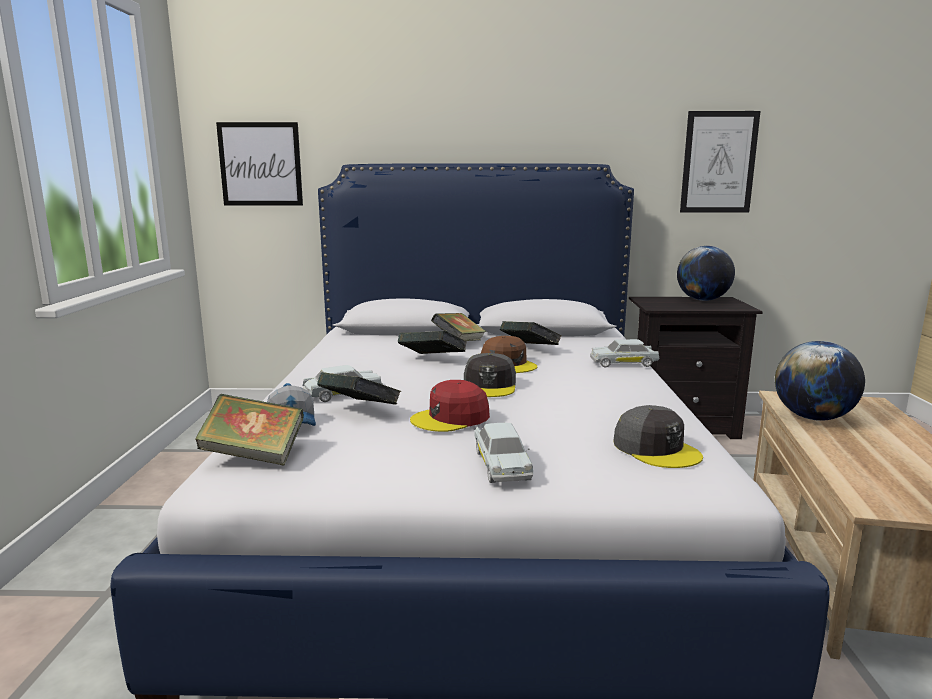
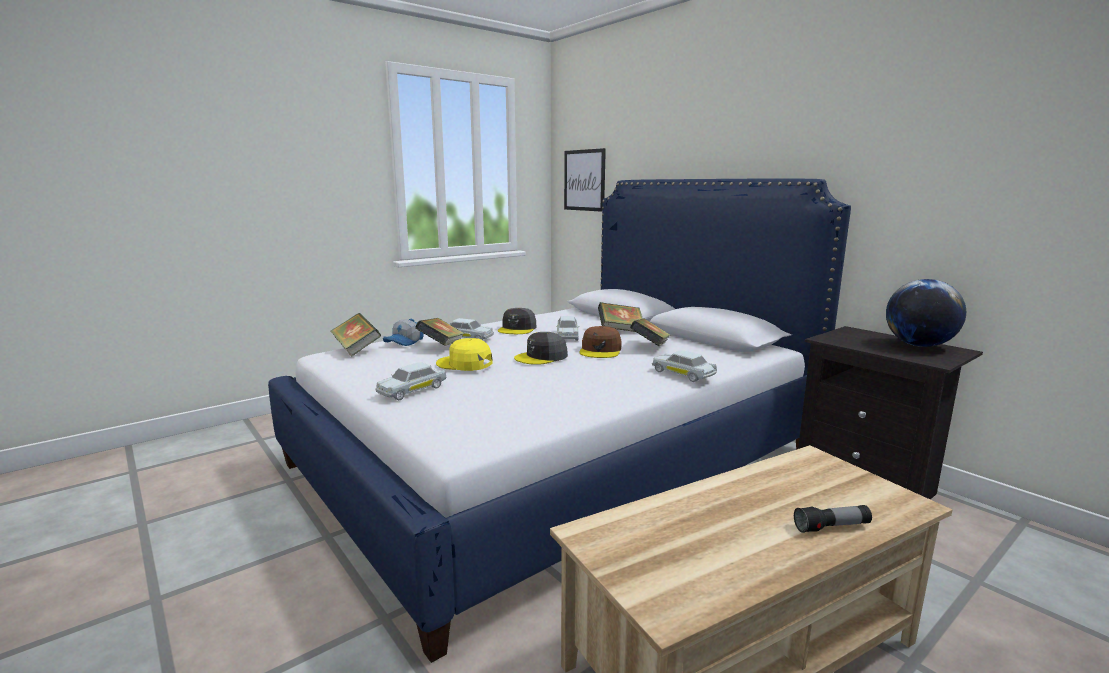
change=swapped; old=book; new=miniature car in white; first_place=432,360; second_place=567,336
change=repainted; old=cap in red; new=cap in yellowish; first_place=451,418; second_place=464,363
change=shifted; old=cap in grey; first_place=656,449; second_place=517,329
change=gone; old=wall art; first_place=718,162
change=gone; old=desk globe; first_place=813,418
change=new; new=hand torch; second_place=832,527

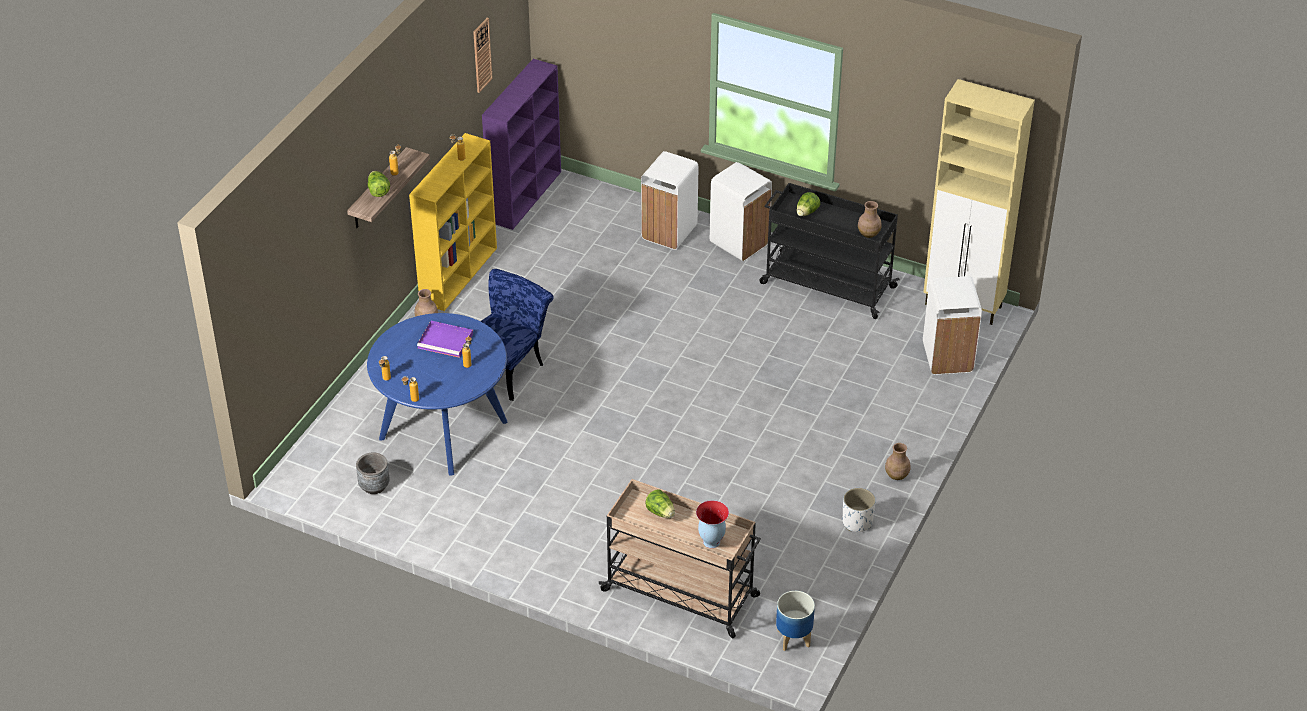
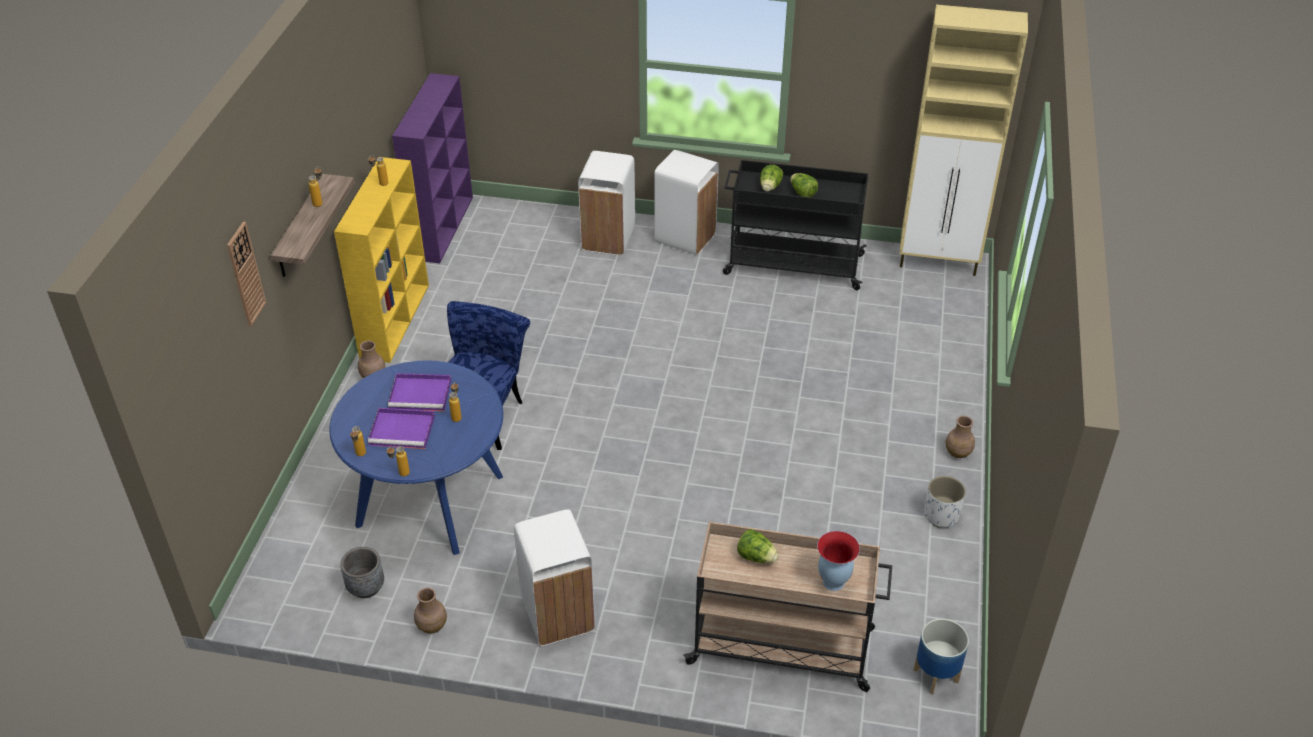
change=shifted; old=lettuce head; first_place=378,191; second_place=802,193
change=shifted; old=hanging clock; first_place=482,55; second_place=245,274
change=shifted; old=decorative vase in brown; first_place=868,234; second_place=431,626
change=shifted; old=trash can in white; first_place=948,357; second_place=558,614
change=new; new=tray in purple; second_place=403,430

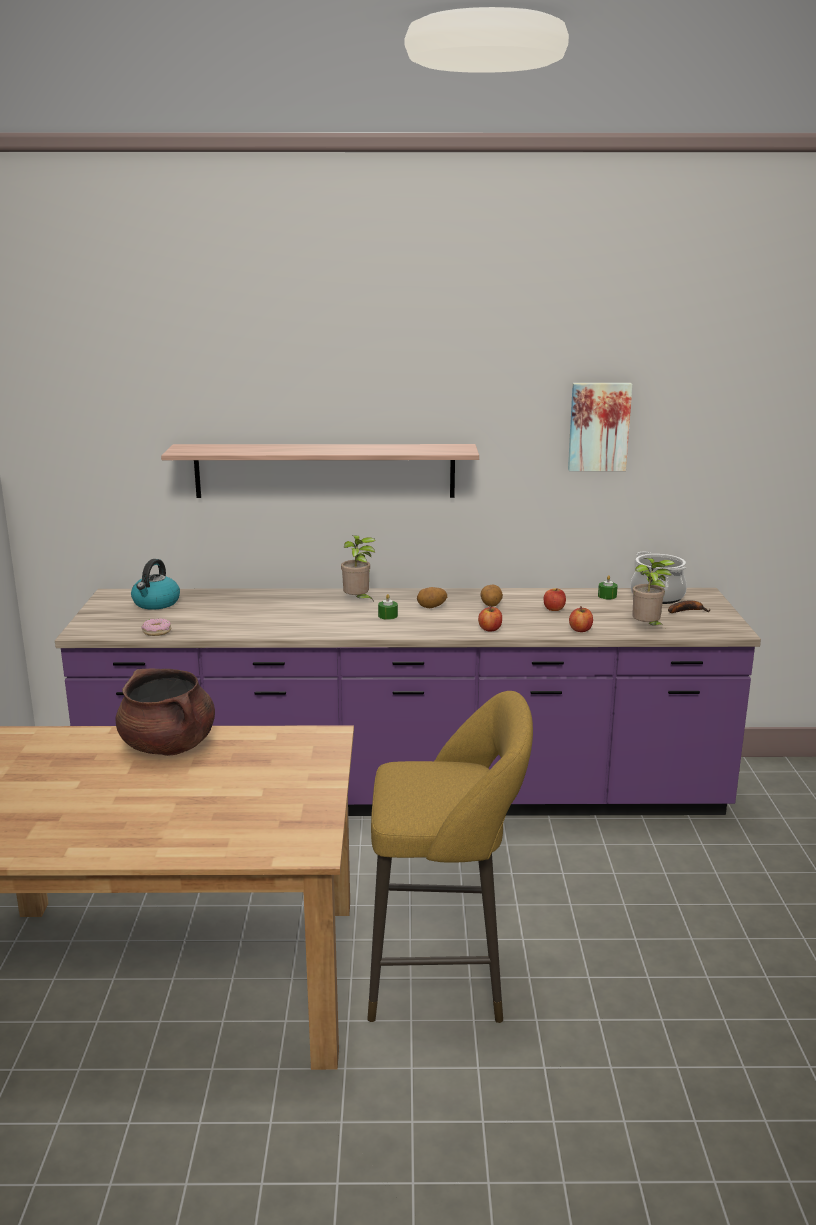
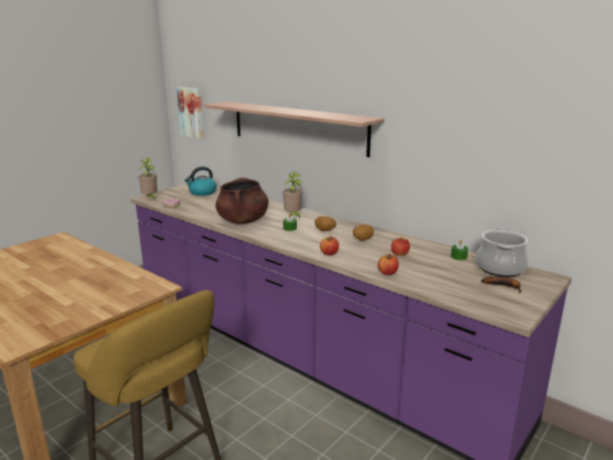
change=shifted; old=saucepot in brown; first_place=169,746; second_place=243,221
change=shifted; old=wall art; first_place=598,426; second_place=192,112
change=shifted; old=potted plant; first_place=647,628; second_place=150,198

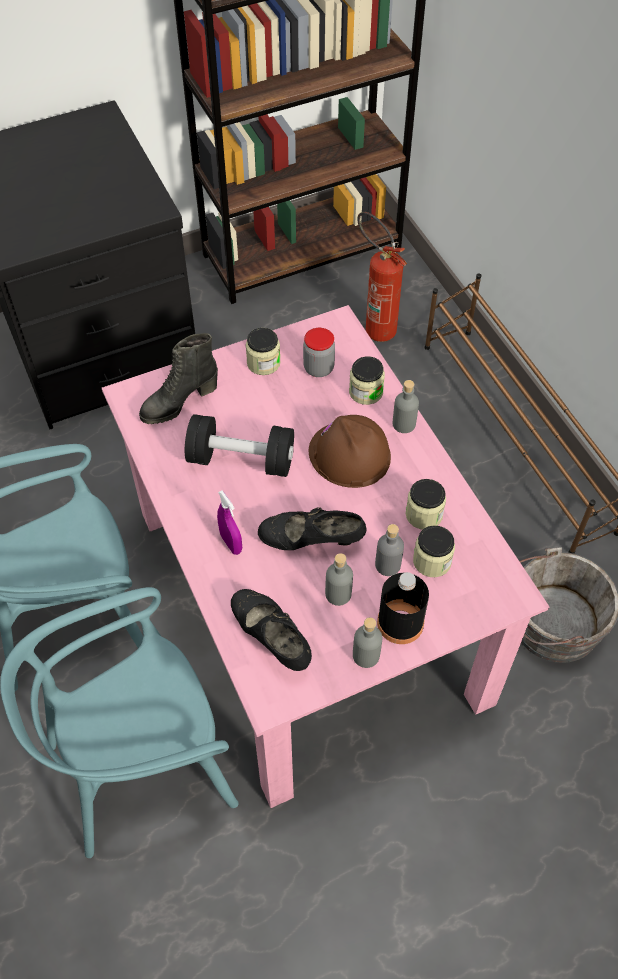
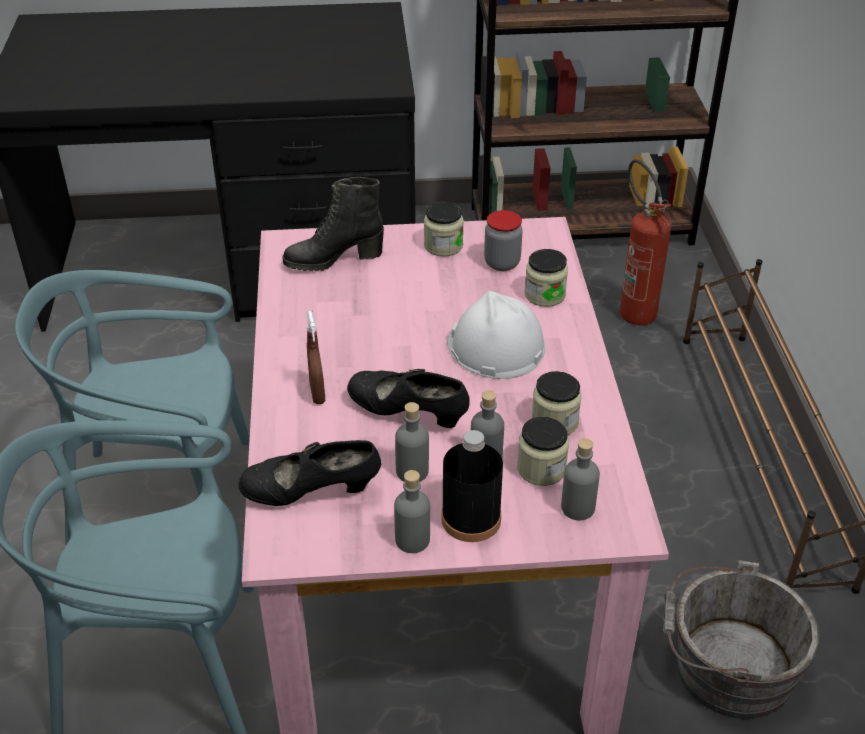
change=gone; old=free weight in black; first_place=241,460
change=repainted; old=hand sprayer in purple; new=hand sprayer in brown; first_place=231,543; second_place=317,393
change=rotated; old=low shoe in black; first_place=271,639; second_place=311,494; degrees=-75
change=repainted; old=hard hat in brown; new=hard hat in white; first_place=349,454; second_place=495,346
change=shifted; old=drink bottle in grey; first_place=404,424; second_place=577,508

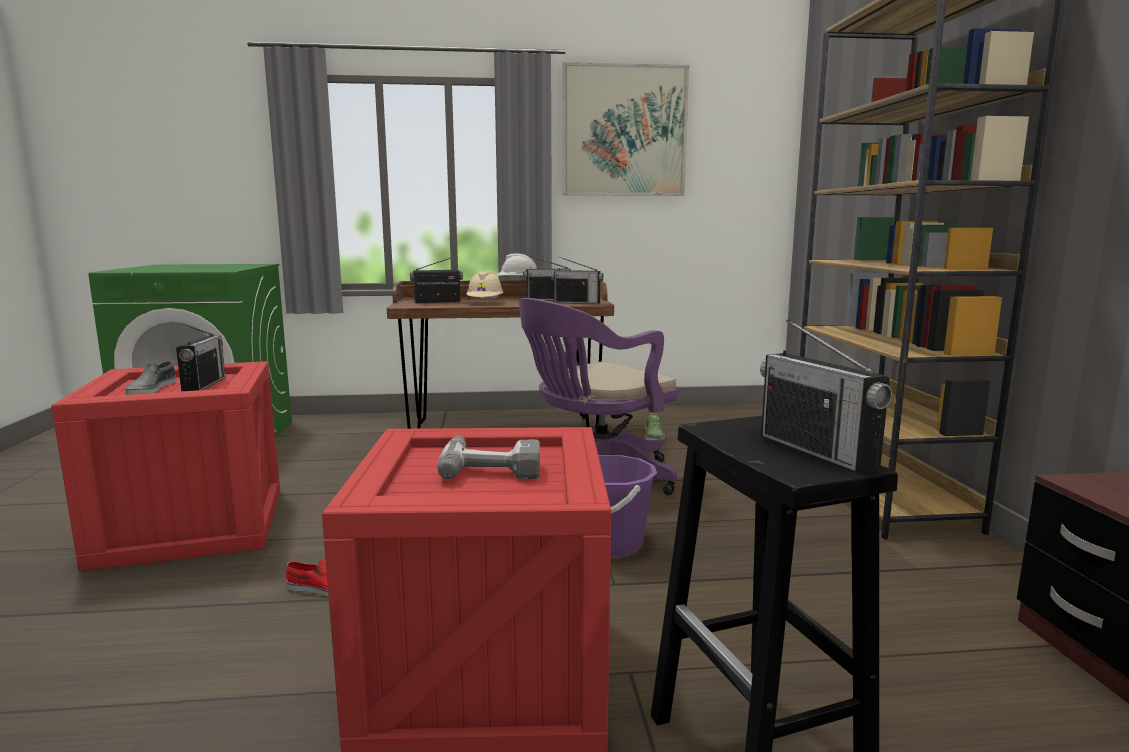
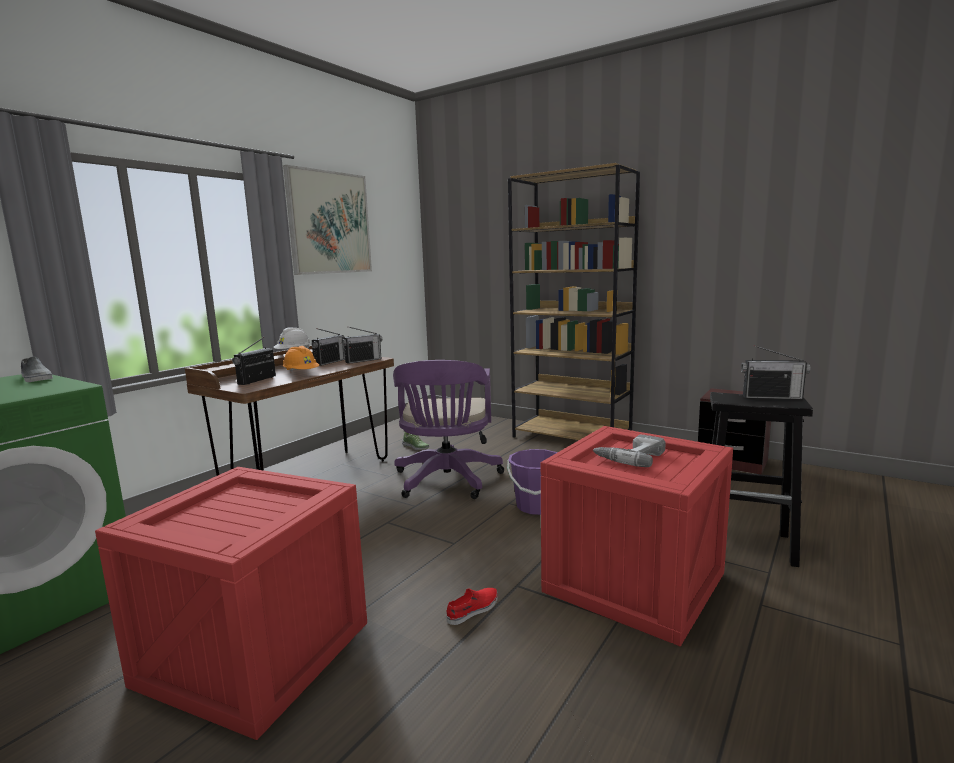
change=shifted; old=low shoe in grey; first_place=151,389; second_place=36,378
change=gone; old=radio set; first_place=204,385
change=repainted; old=hard hat in beige-coloured; new=hard hat in orangey; first_place=485,303; second_place=301,373

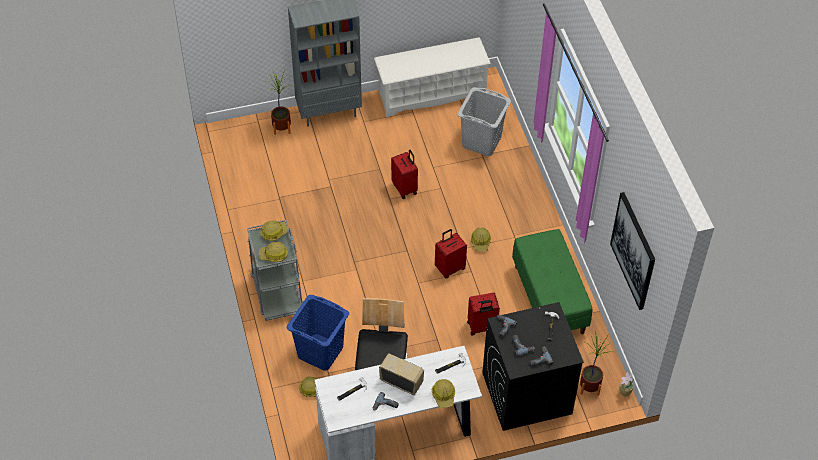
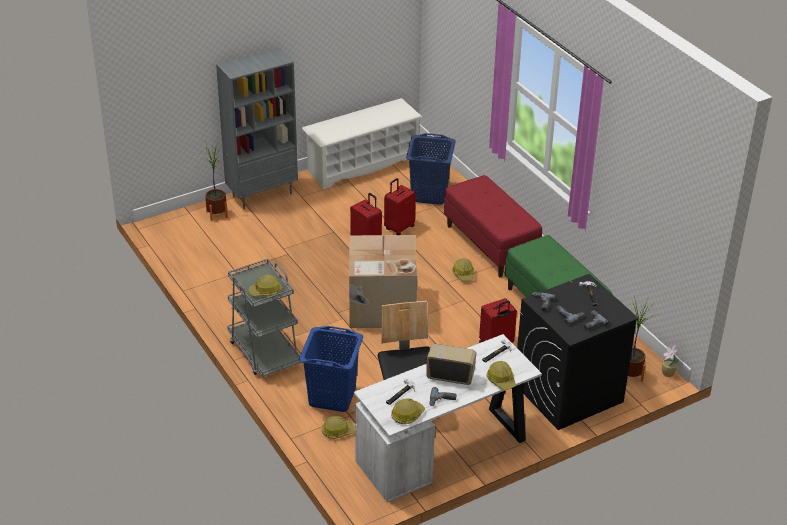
change=shifted; old=hard hat; first_place=274,233; second_place=407,415
change=shifted; old=suitcase in red; first_place=449,268; second_place=399,228
change=repainted; old=laundry basket in grey; new=laundry basket in bluish; first_place=482,141; second_place=429,194
change=gone; old=wall art; first_place=633,250
change=new; new=cardboard box; second_place=381,307
change=new; new=long seat in red; second_place=491,245

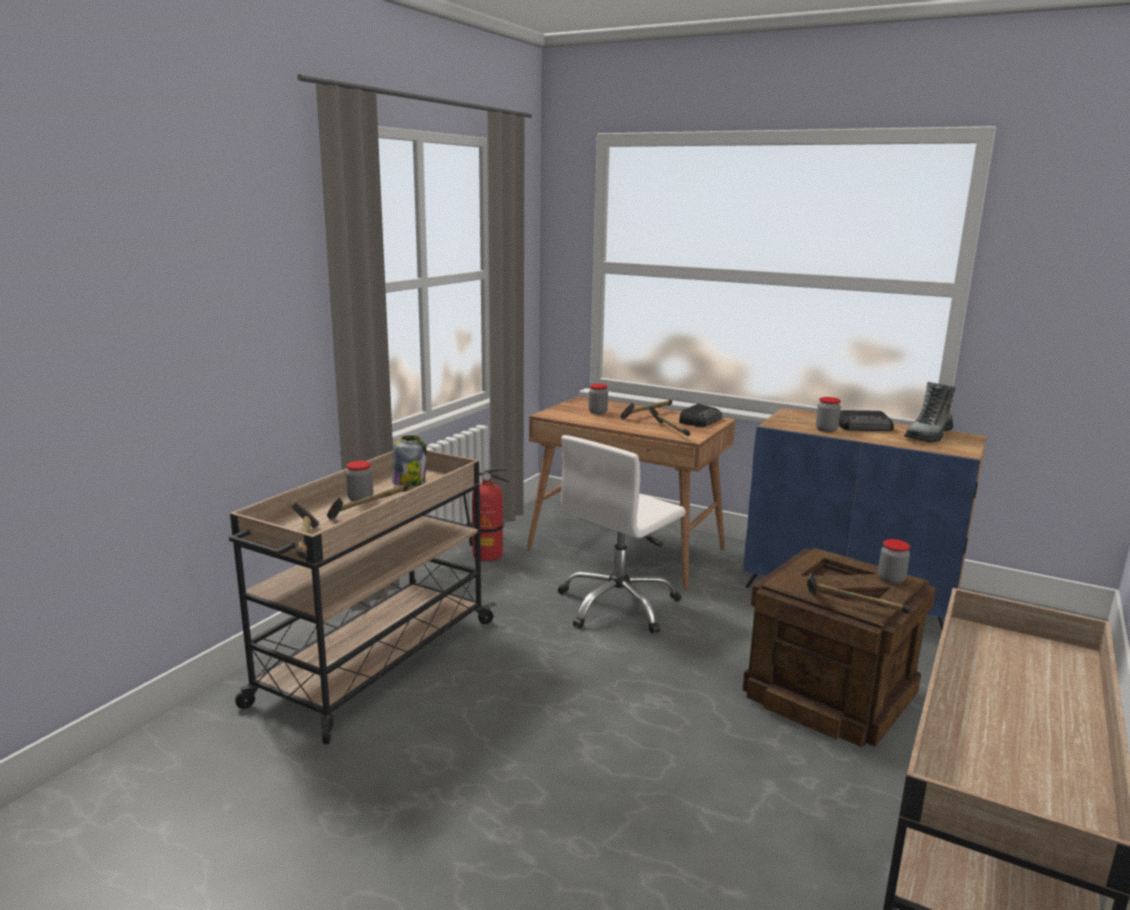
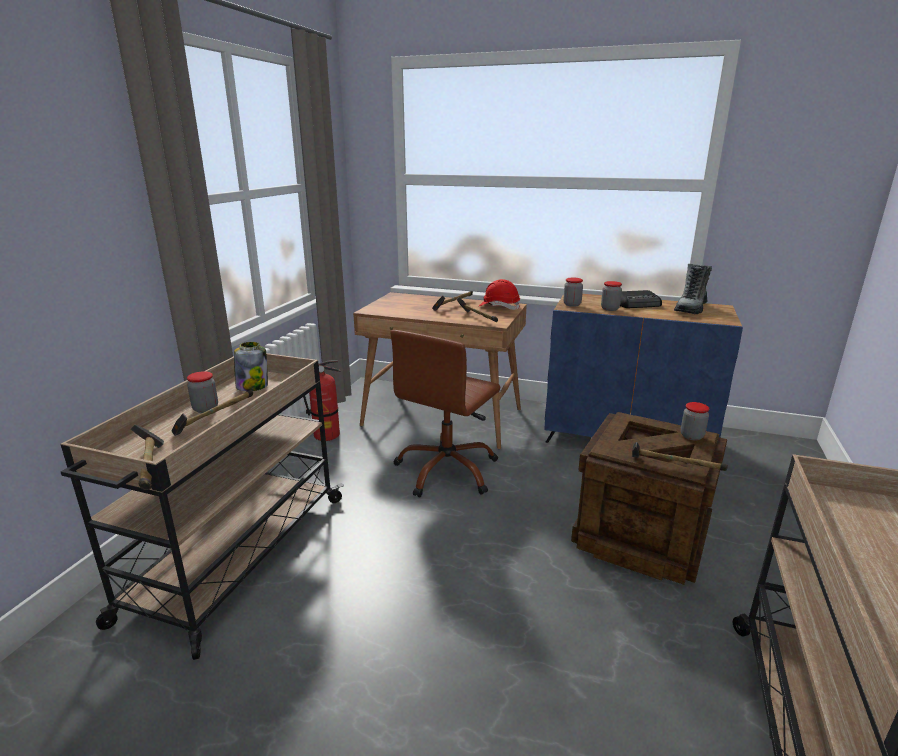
change=repainted; old=desk chair in white; new=desk chair in brown; first_place=618,605; second_place=447,470
change=shifted; old=jar; first_place=597,412; second_place=572,304
change=swapped; old=radio set; new=hard hat in red; first_place=700,420; second_place=499,307

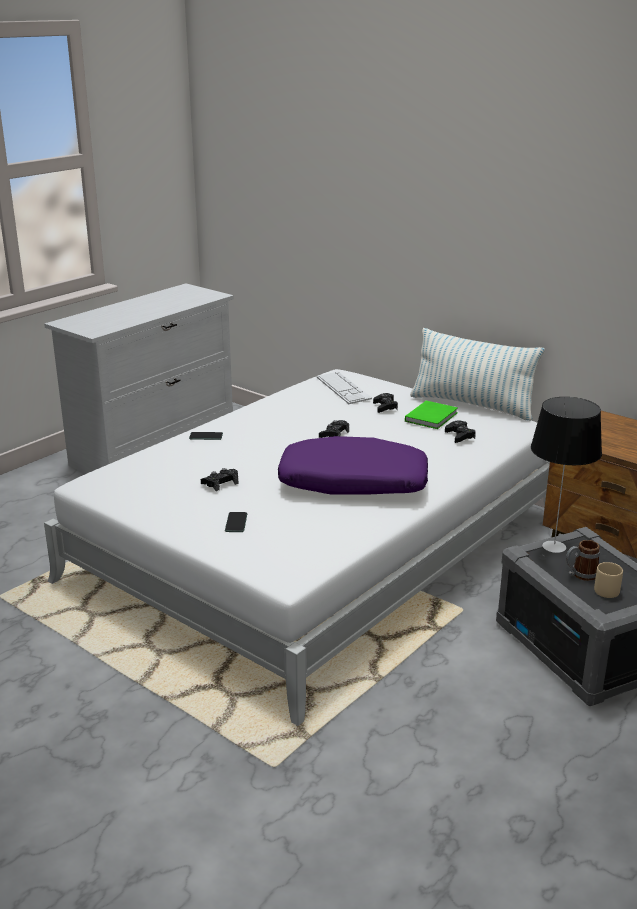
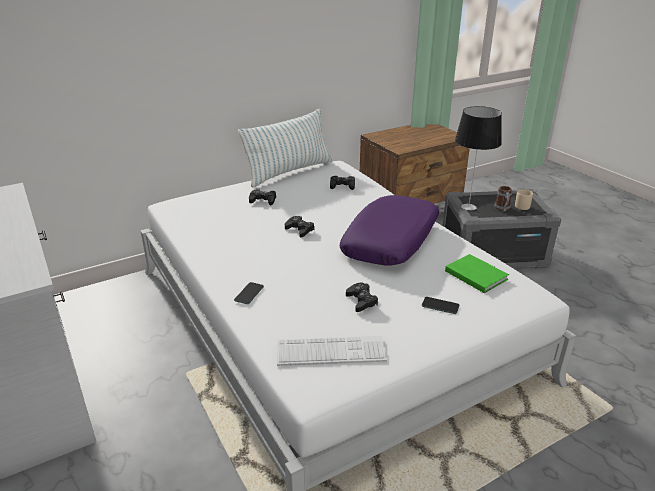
change=shifted; old=keyboard; first_place=343,388; second_place=331,352
change=shifted; old=book in green; first_place=432,417; second_place=475,274

